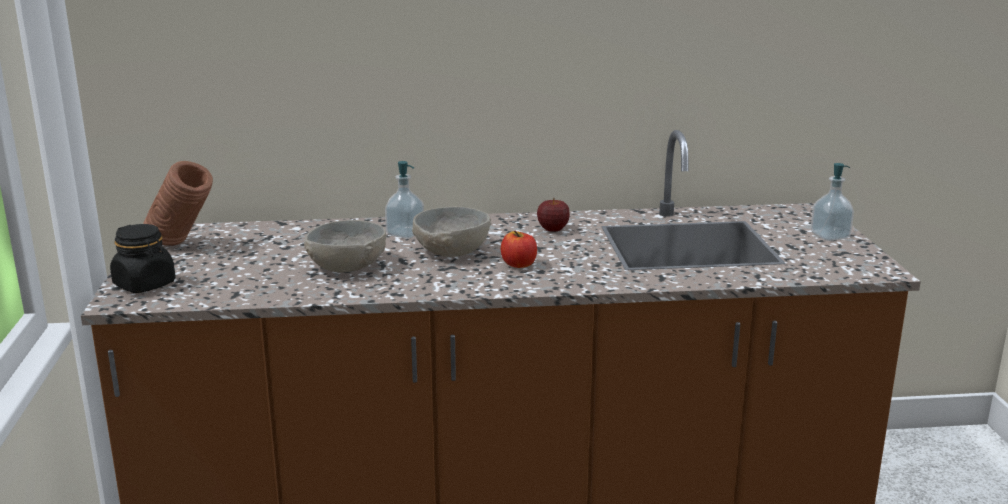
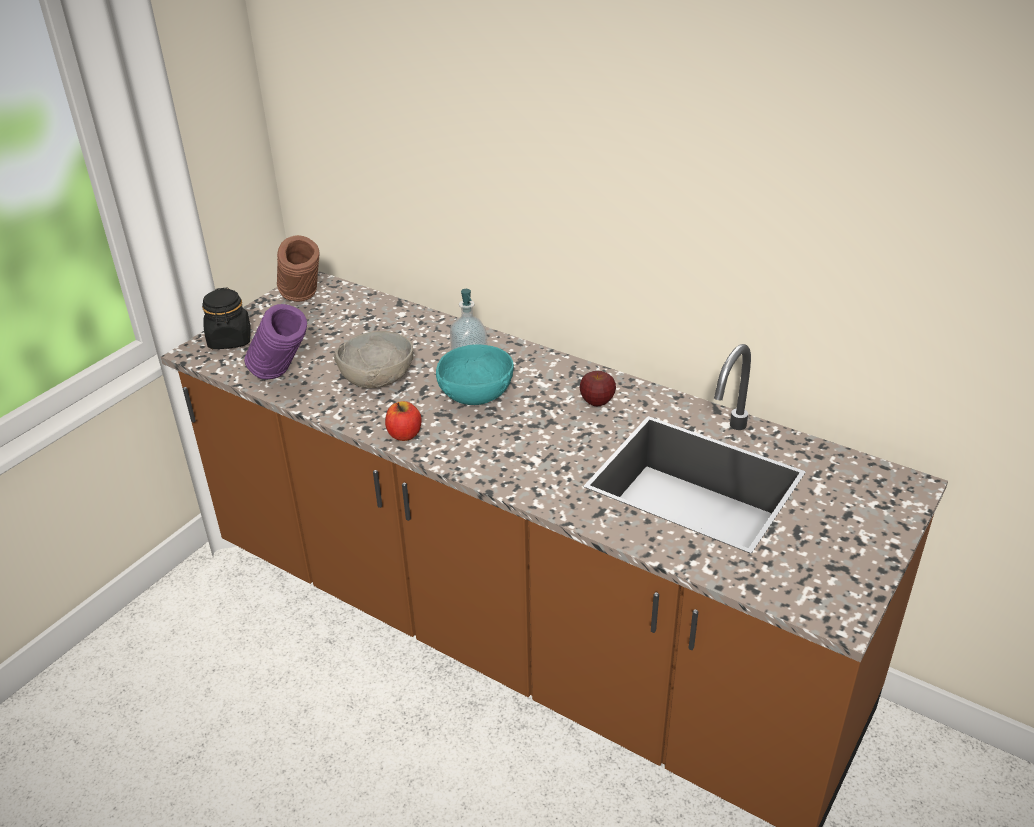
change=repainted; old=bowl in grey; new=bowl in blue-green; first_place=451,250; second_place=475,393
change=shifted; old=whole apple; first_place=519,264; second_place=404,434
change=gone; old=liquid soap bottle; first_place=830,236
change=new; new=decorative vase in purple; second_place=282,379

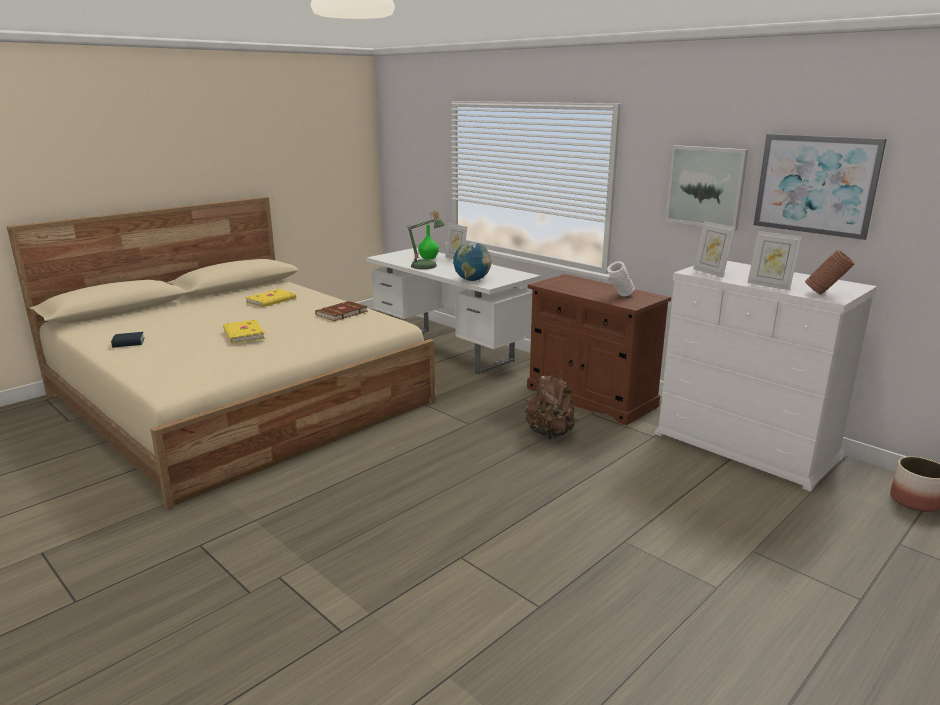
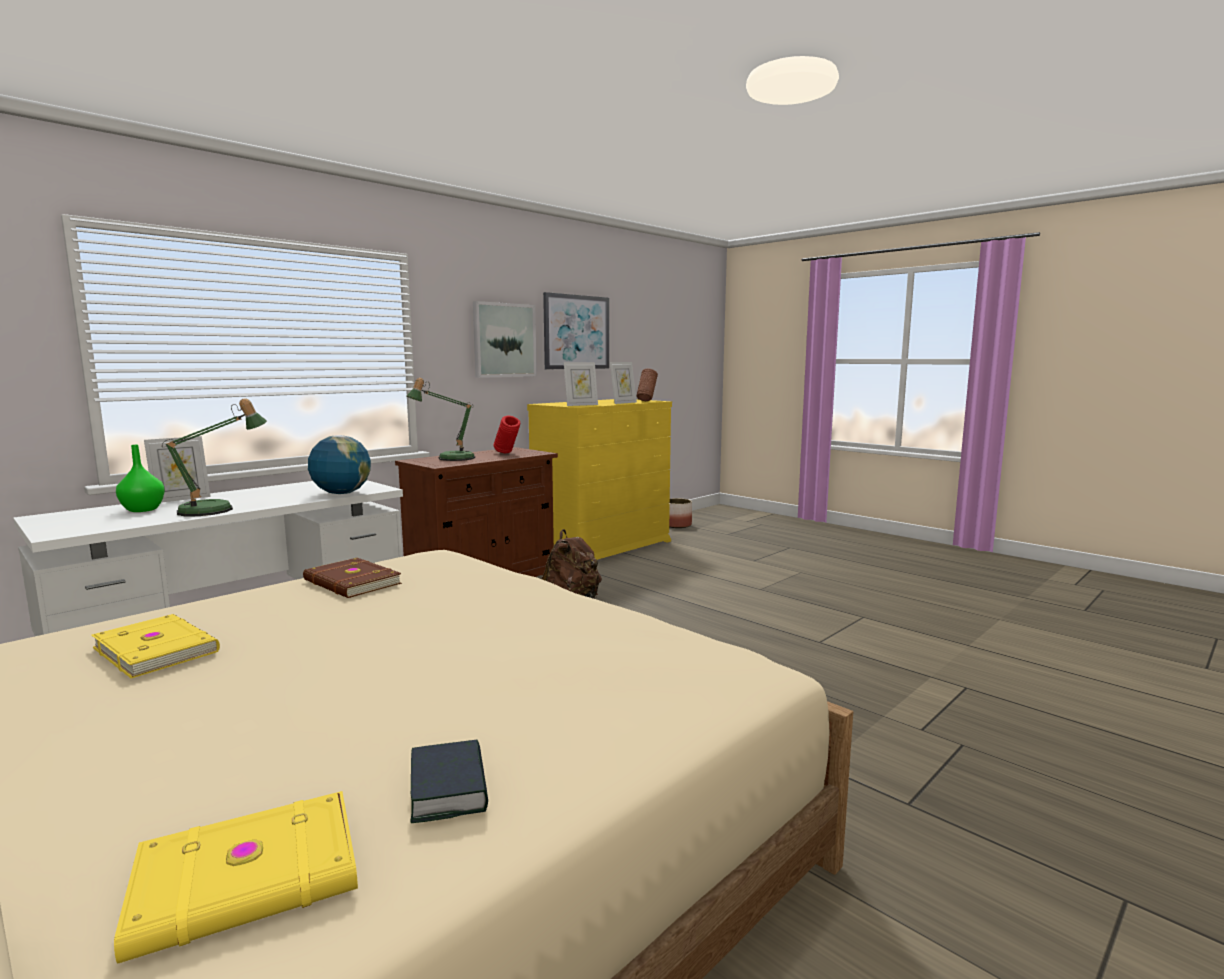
change=shifted; old=book in yellowish; first_place=243,334; second_place=248,880
change=repainted; old=decorative vase in white; new=decorative vase in red; first_place=619,296; second_place=507,453
change=repainted; old=dresser in white; new=dresser in yellowish; first_place=746,446; second_place=602,547
change=new; new=tabletop lamp; second_place=450,459

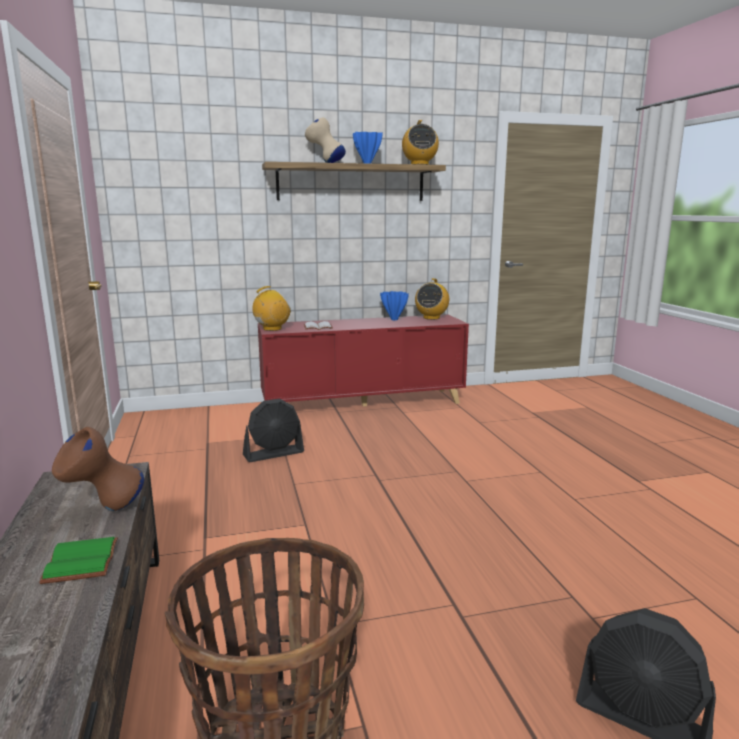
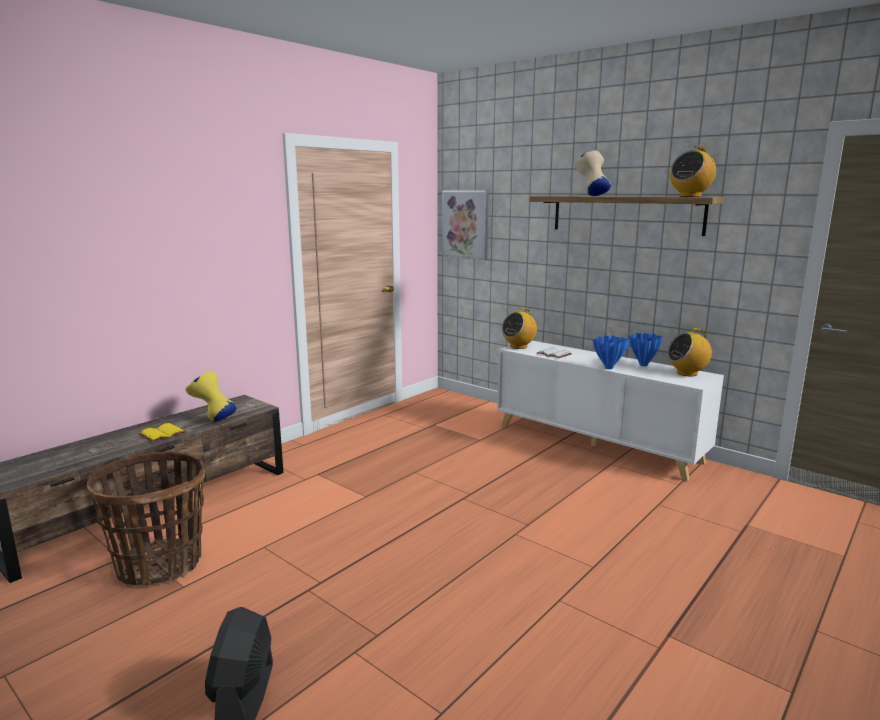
change=repainted; old=book in green; new=book in yellowish; first_place=83,562; second_place=162,434
change=repainted; old=decorative vase in brown; new=decorative vase in yellowish; first_place=104,511; second_place=213,420
change=gone; old=fan in black; first_place=274,454
change=rotated; old=radio set; first_place=272,329; second_place=518,346; degrees=120
change=repainted; old=cupboard in red; new=cupboard in white; first_place=363,403; second_place=597,443
change=shifted; old=decorative vase in bluish; first_place=367,164; second_place=609,368
change=new; new=wall art; second_place=465,224

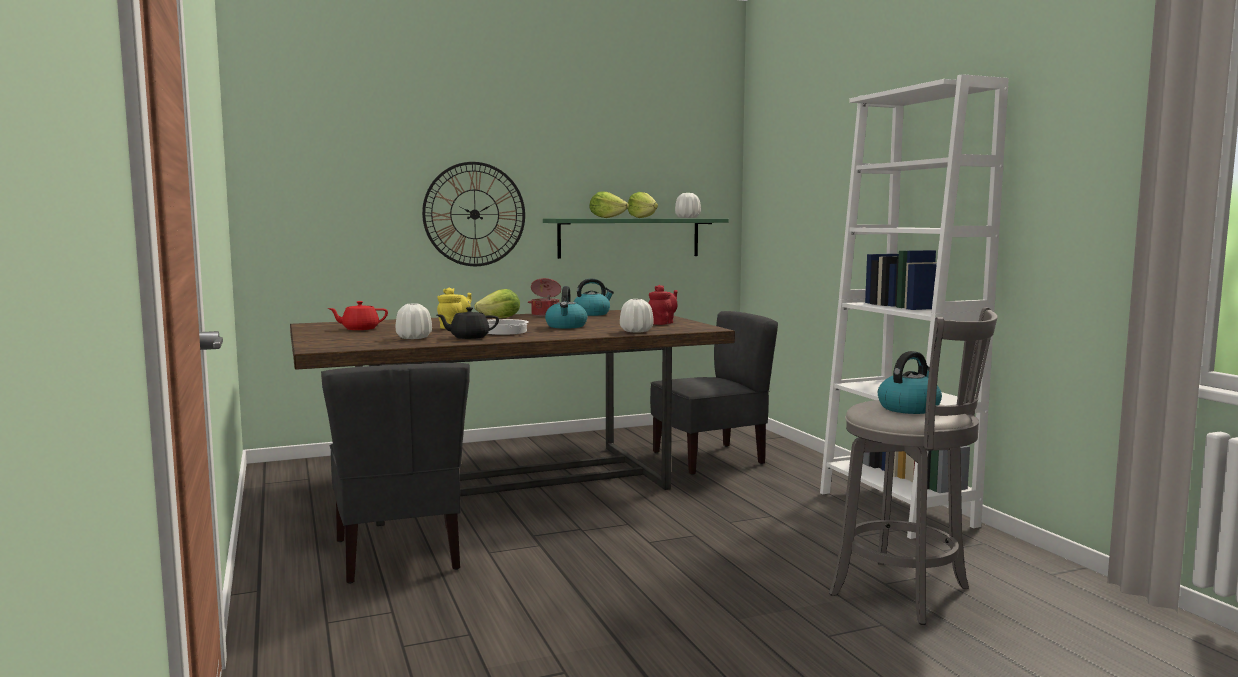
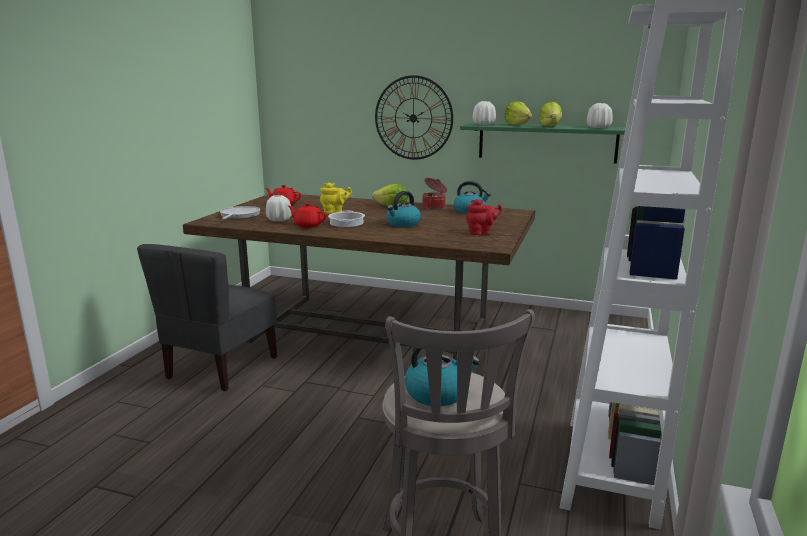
change=repainted; old=teapot in black; new=teapot in red; first_place=469,337; second_place=308,225
change=shifted; old=decorative vase in white; first_place=636,331; second_place=483,124
change=gone; old=upright chair in grey; first_place=709,459
change=new; new=pan; second_place=239,216

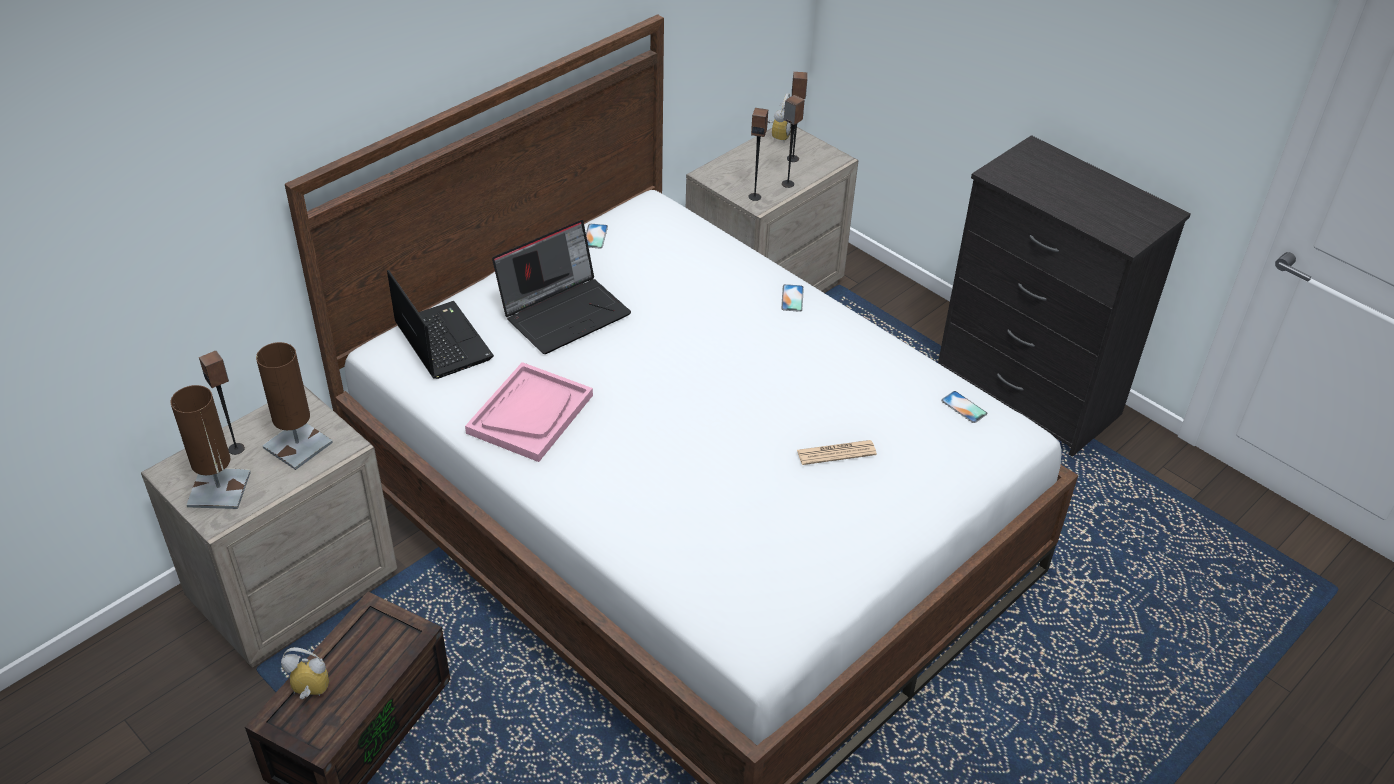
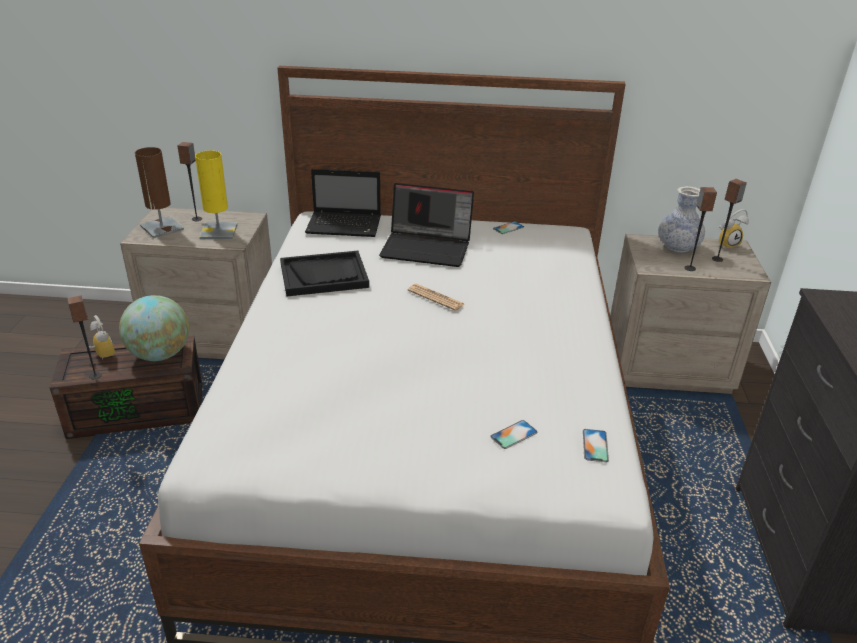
change=repainted; old=tabletop lamp in brown; new=tabletop lamp in yellowish; first_place=298,445; second_place=219,231
change=rotated; old=notebook computer; first_place=441,340; second_place=345,226; degrees=75
change=repainted; old=tray in pinkish; new=tray in black; first_place=530,414; second_place=324,275
change=shifted; old=speaker; first_place=754,197; second_place=95,375
change=shifted; old=handset; first_place=792,298; second_place=513,434
change=shifted; old=newspaper; first_place=836,453; second_place=436,298
change=new; new=desk globe; second_place=160,355
change=new; new=decorative vase; second_place=677,247

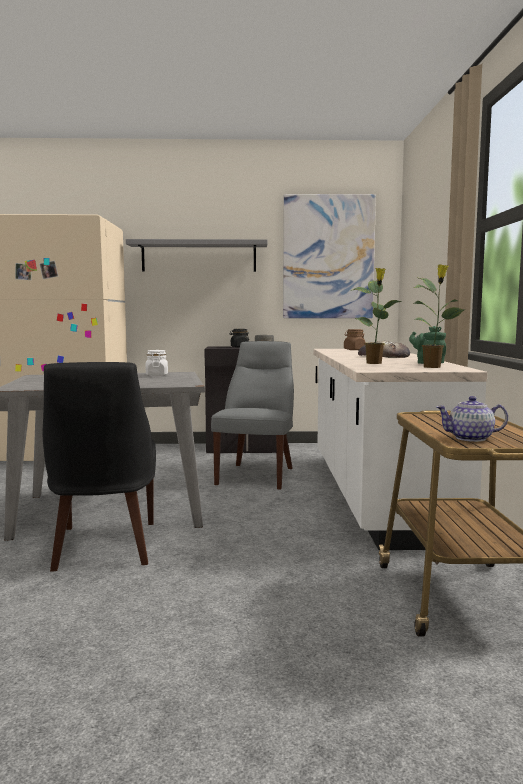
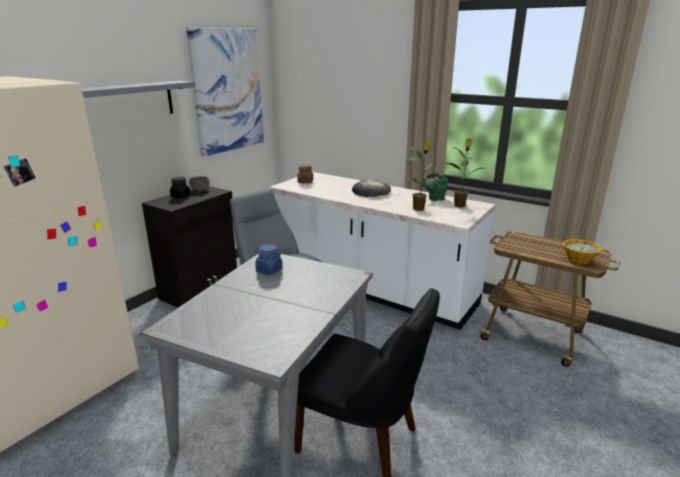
change=repainted; old=jar in white; new=jar in bluish; first_place=157,375; second_place=269,270
change=swapped; old=teapot; new=bowl; first_place=471,438; second_place=579,260

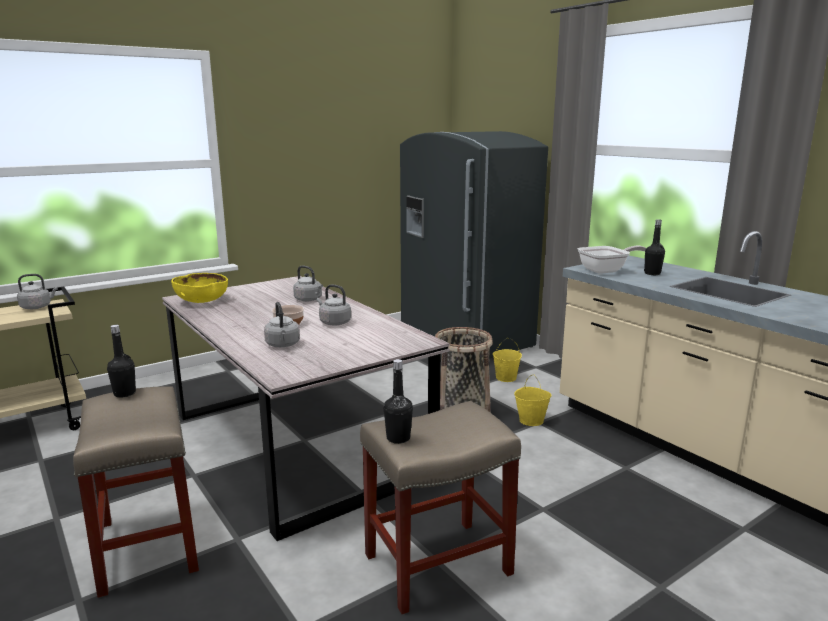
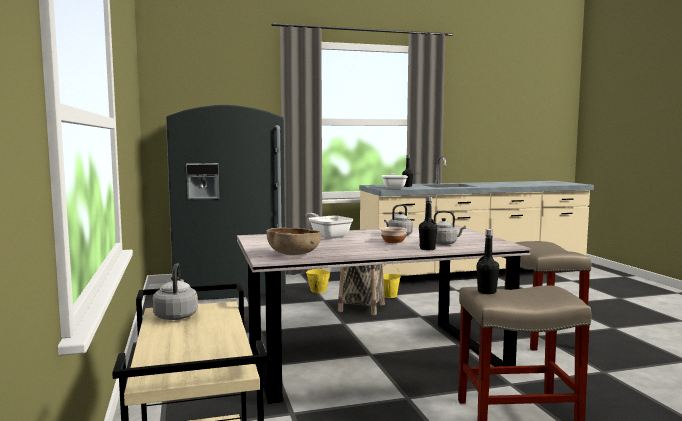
change=repainted; old=bowl in yellowish; new=bowl in brown; first_place=201,301; second_place=293,255
change=swapped; old=kettle in grey; new=pan; first_place=309,300; second_place=328,236
change=shifted; old=drink bottle in black; first_place=398,438; second_place=427,249

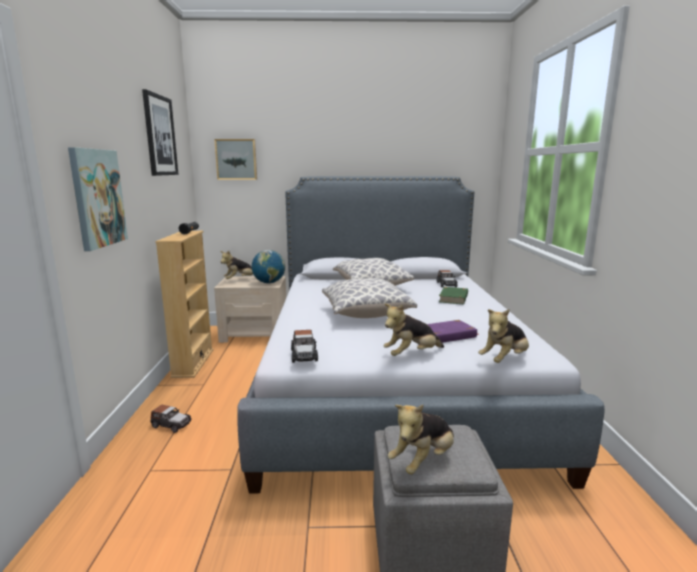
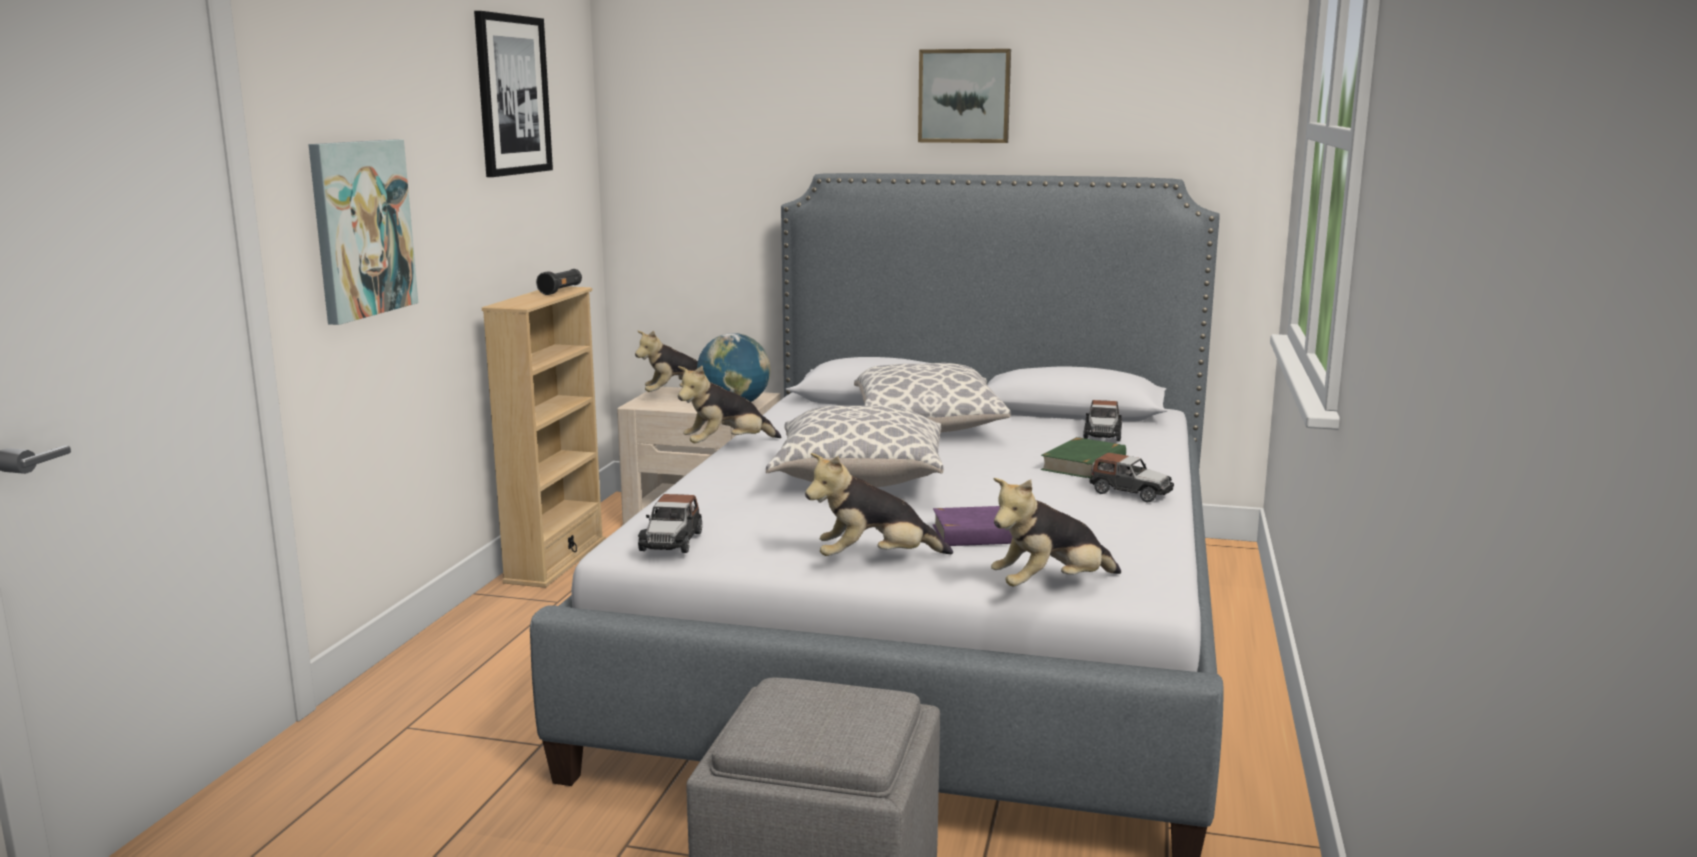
change=shifted; old=miniature car; first_place=171,425; second_place=1130,492
change=shifted; old=wall art; first_place=236,159; second_place=964,96
change=shifted; old=cuddly toy; first_place=423,460; second_place=727,446

